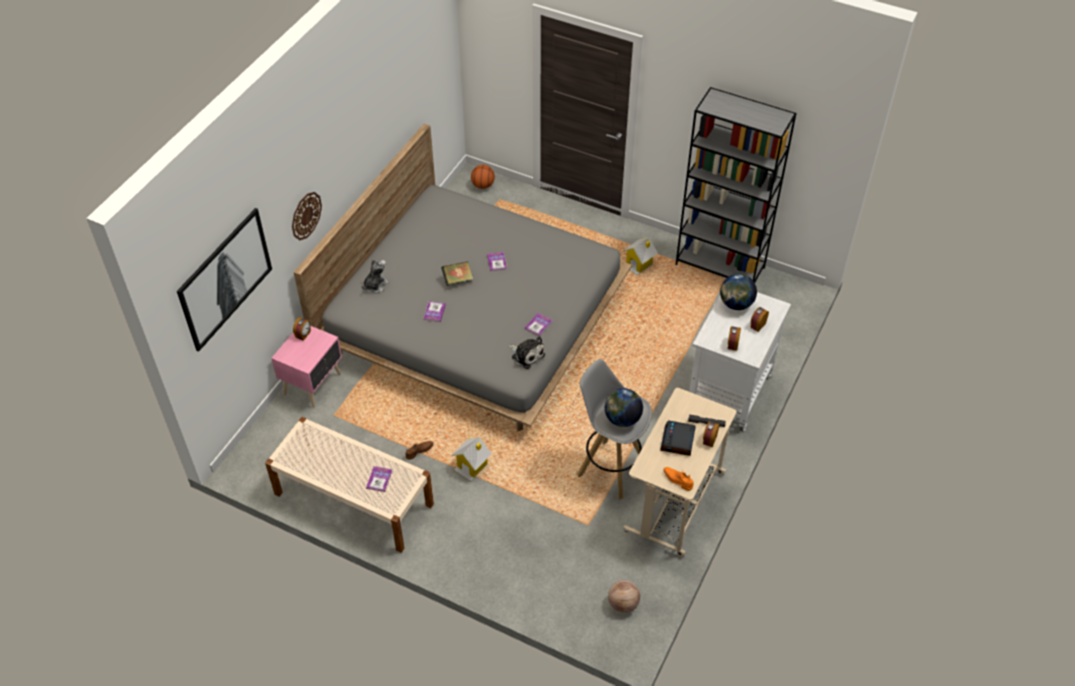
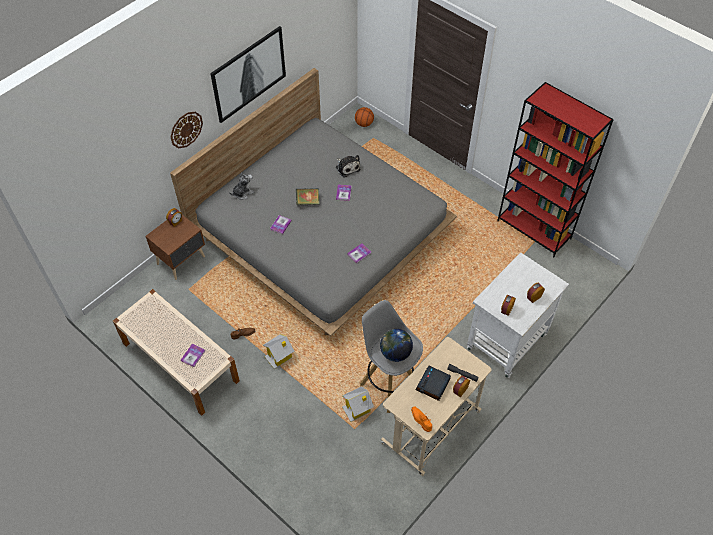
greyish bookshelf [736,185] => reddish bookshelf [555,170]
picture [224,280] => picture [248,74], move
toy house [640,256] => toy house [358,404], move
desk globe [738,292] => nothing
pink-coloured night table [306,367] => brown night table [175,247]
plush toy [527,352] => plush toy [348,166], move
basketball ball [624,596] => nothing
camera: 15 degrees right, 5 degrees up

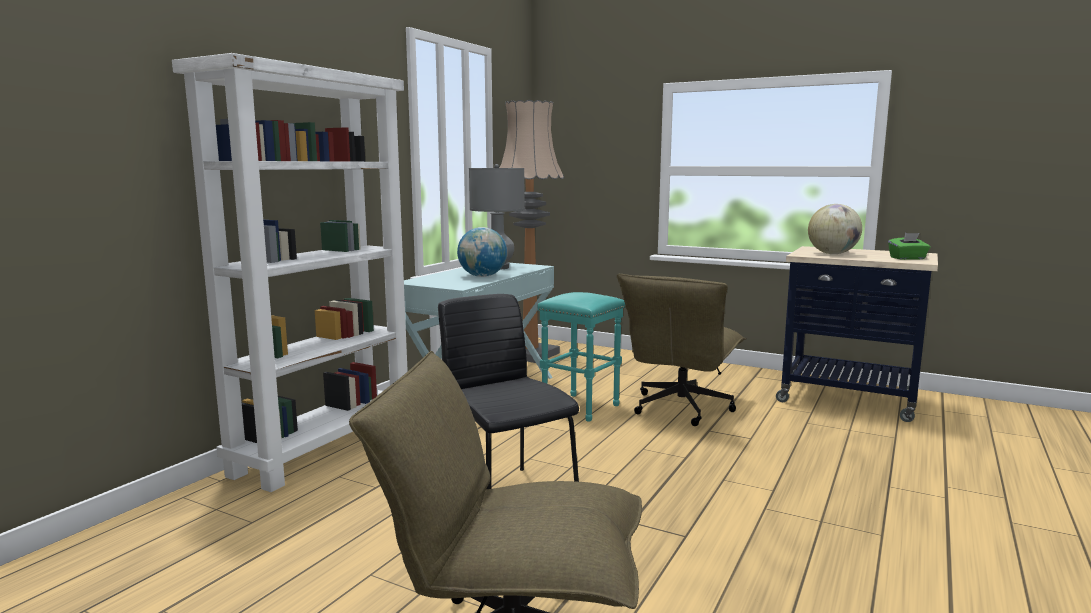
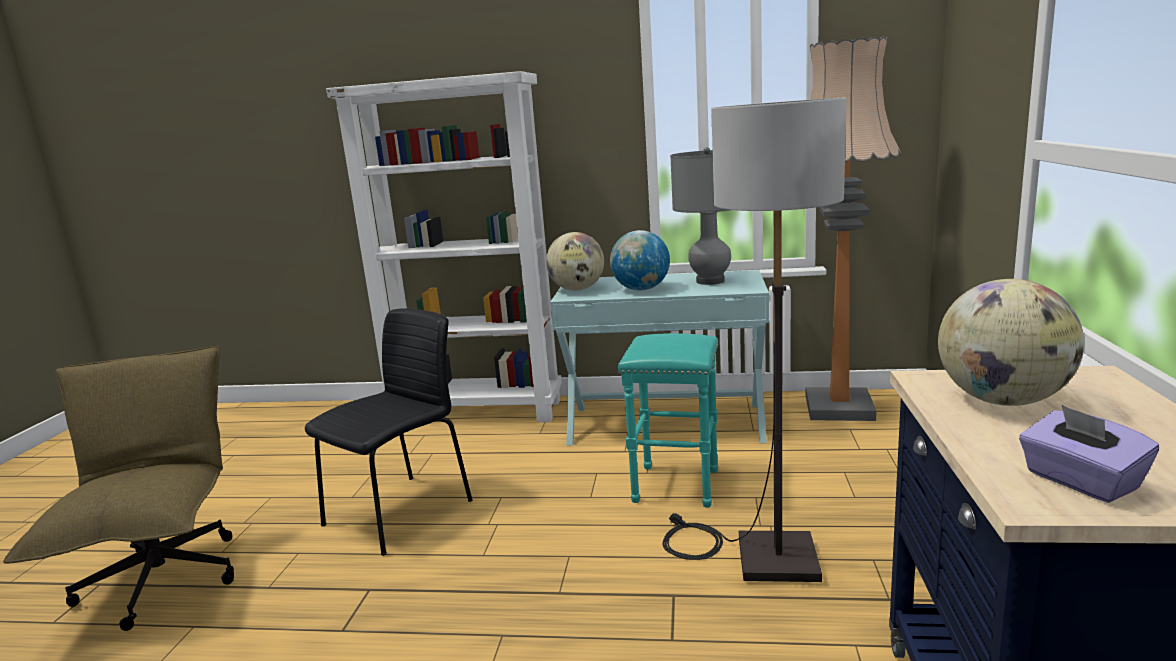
greenish tissue holder [909,246] => purple-coloured tissue holder [1089,453]
beige desk chair [682,350] => standard lamp [755,339]
nothing => desk globe [575,261]
camera: 70 degrees right, 5 degrees up

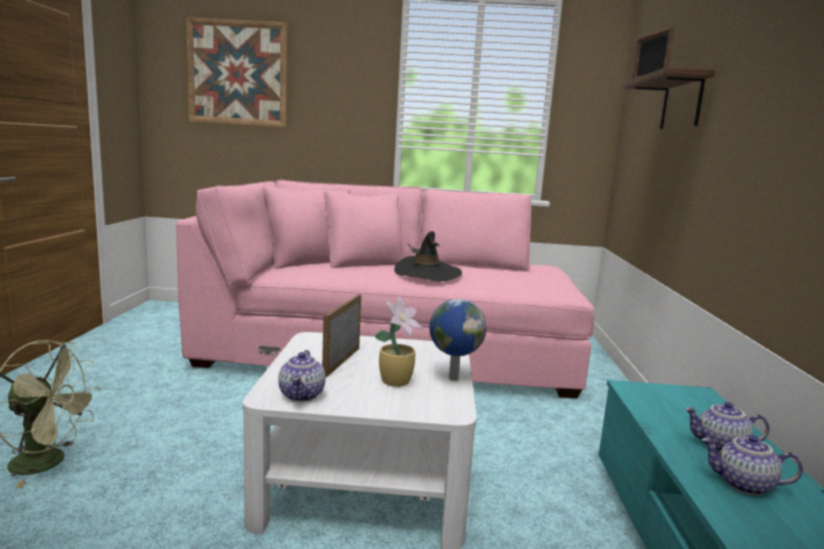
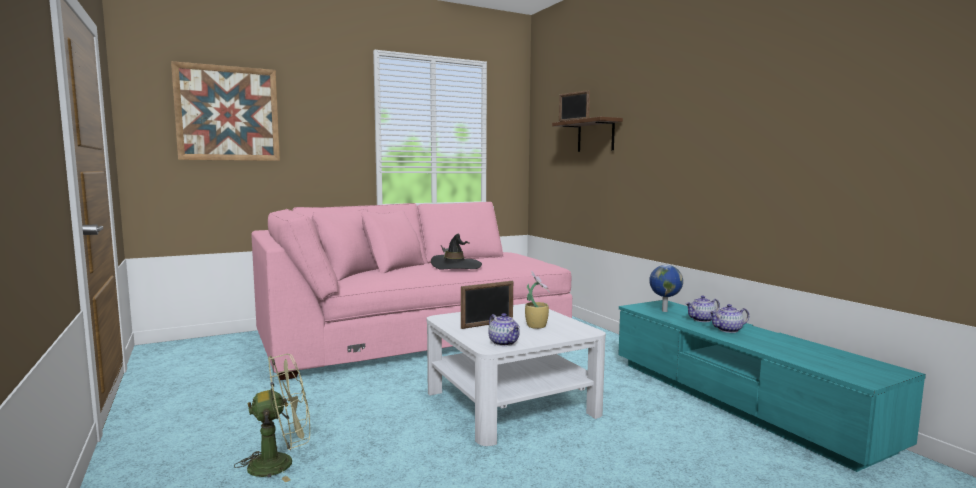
standing frame [341,335] => standing frame [487,305], 105 degrees counterclockwise
desk globe [457,340] => desk globe [666,288], move
camera: 30 degrees left, 5 degrees down

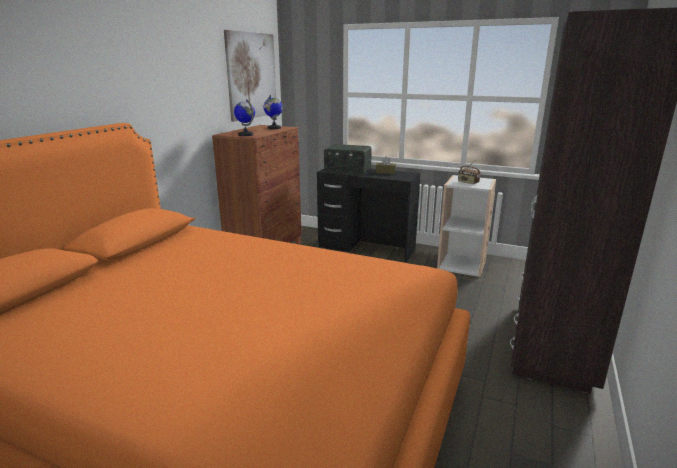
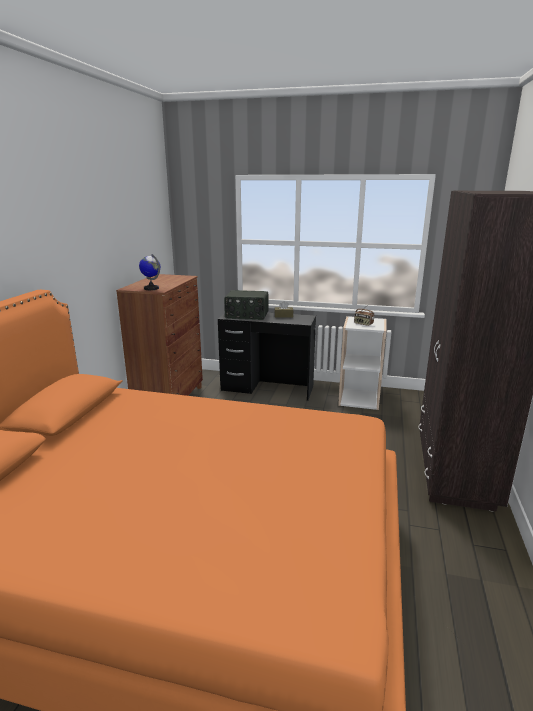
picture [250,76] => nothing
desk globe [273,112] => nothing
camera: 10 degrees left, 0 degrees up

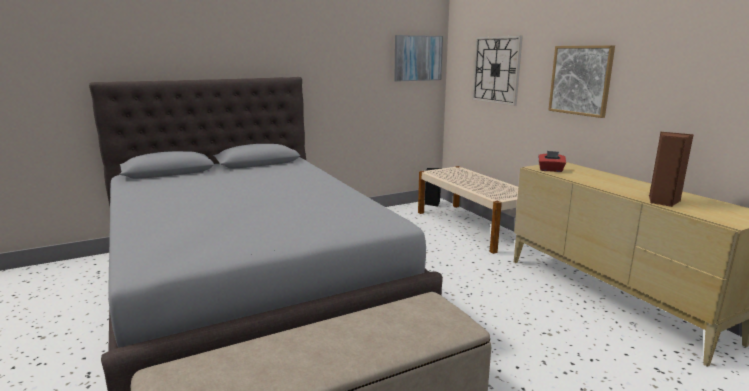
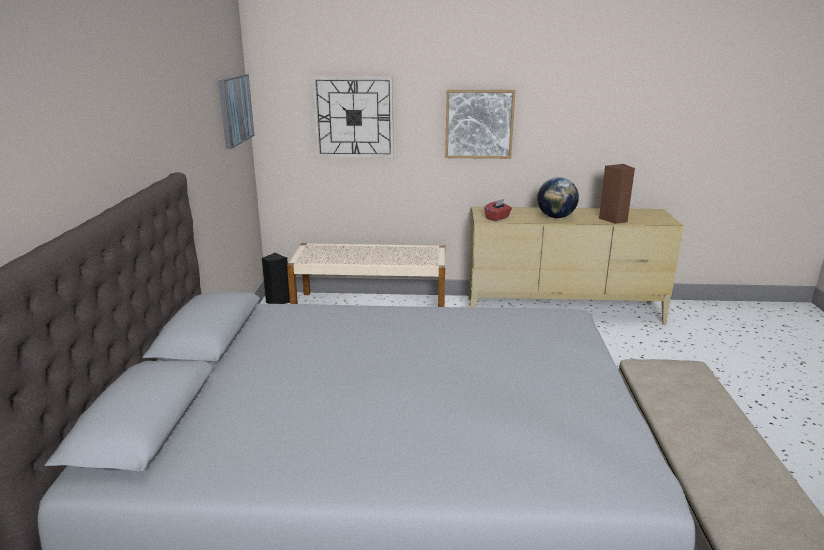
nothing => desk globe [558,197]
camera: 60 degrees left, 5 degrees up

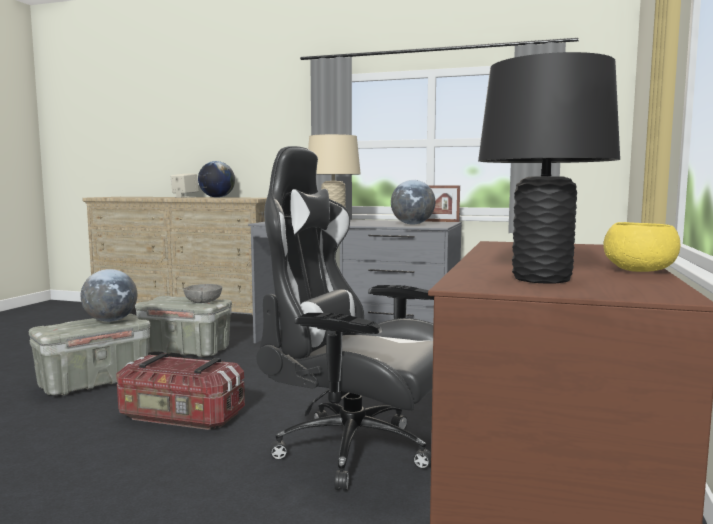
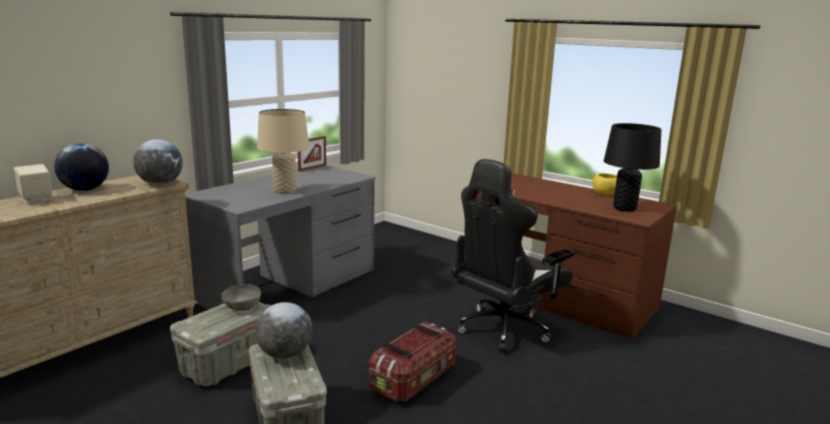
desk globe [413,202] => desk globe [158,162], move
camera: 70 degrees left, 10 degrees up

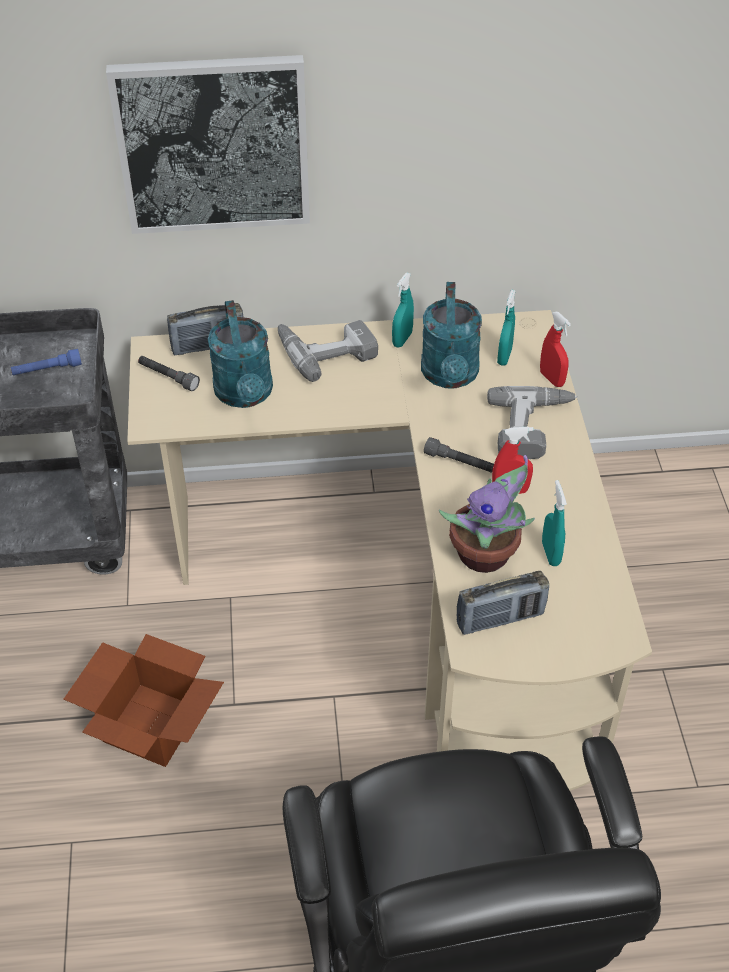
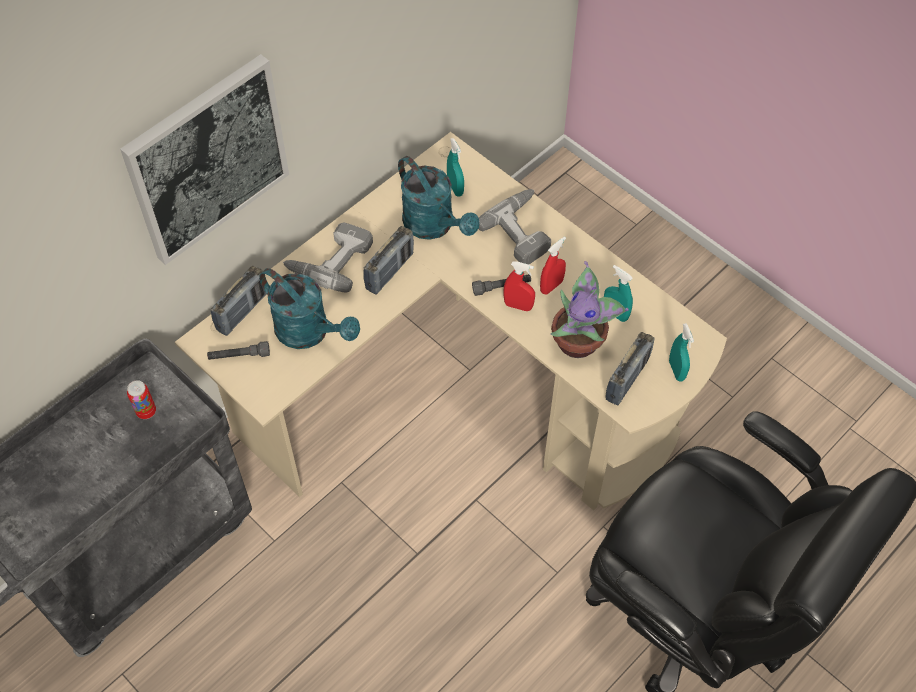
turquoise hand sprayer [403,310] => turquoise hand sprayer [681,352], move
reddish hand sprayer [555,349] => reddish hand sprayer [519,286], move
blue flashlight [46,362] => can [141,399]
carton [143,700] => nothing
nothing => radio set [388,260]
camera: 40 degrees left, 10 degrees up

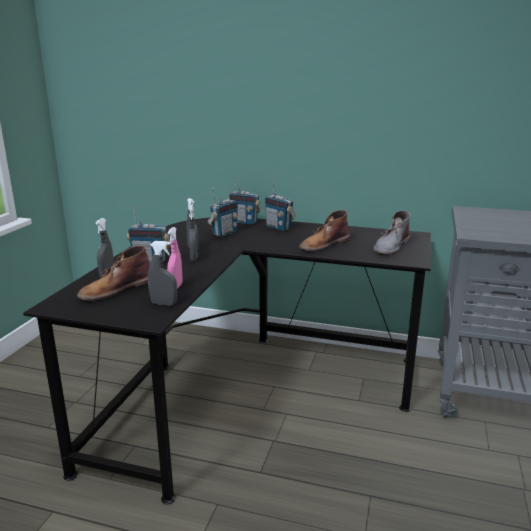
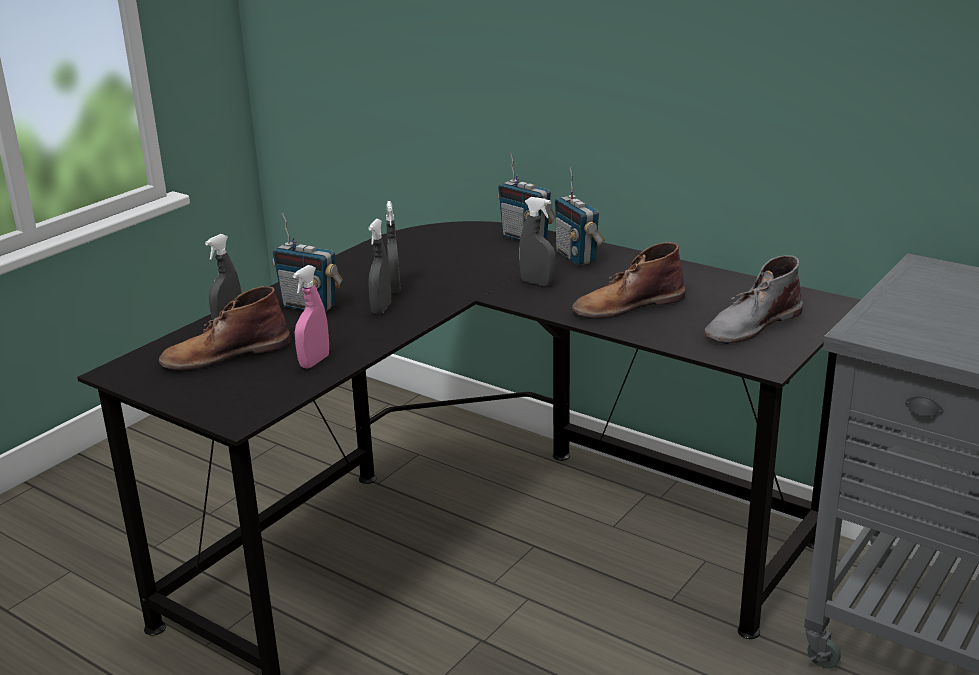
radio set [222,212] => nothing
greyish hand sprayer [162,273] => greyish hand sprayer [537,241], move
camera: 20 degrees right, 5 degrees up

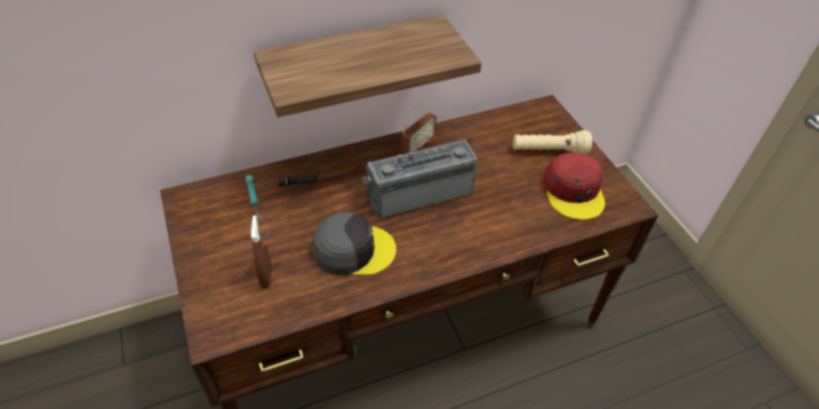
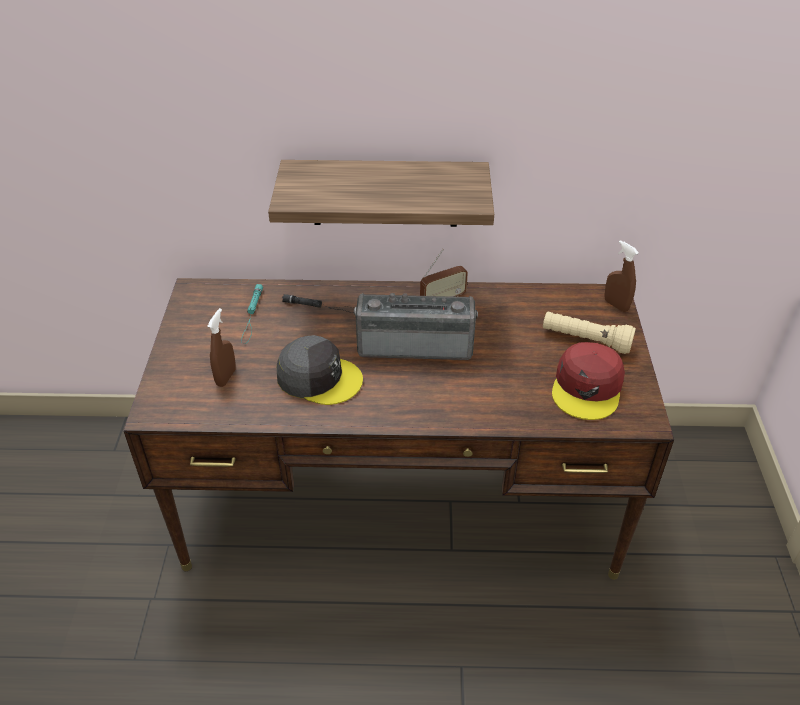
nothing => brown hand sprayer [621,276]
camera: 25 degrees right, 5 degrees down

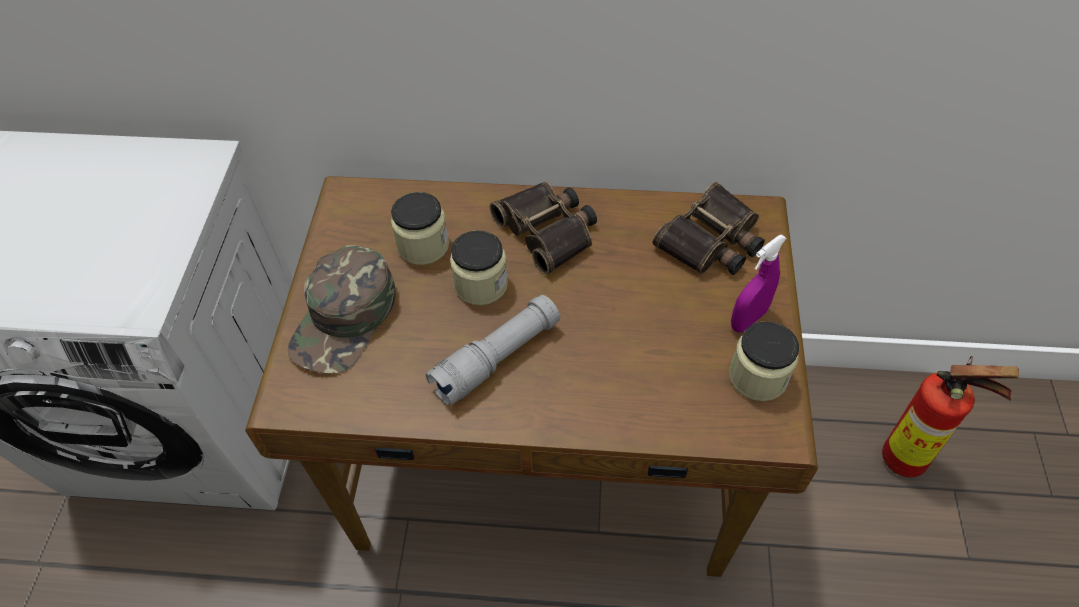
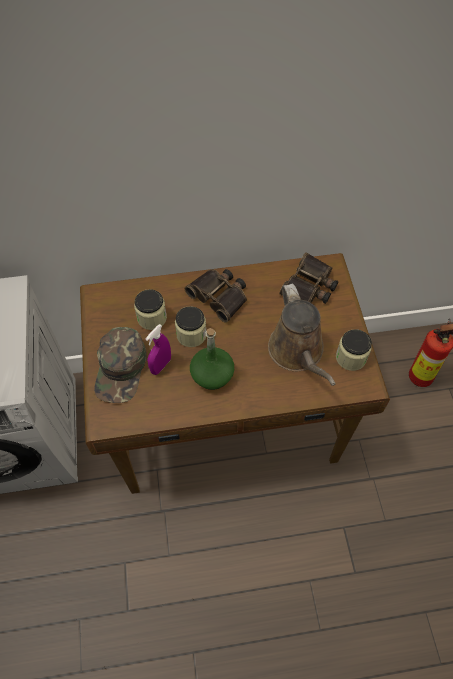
purple-coloured hand sprayer [759,283] => purple-coloured hand sprayer [158,349], move
greyish flashlight [493,350] => greenish bottle [212,359]
nothing => brown watering can [302,335]
camera: 15 degrees left, 5 degrees up

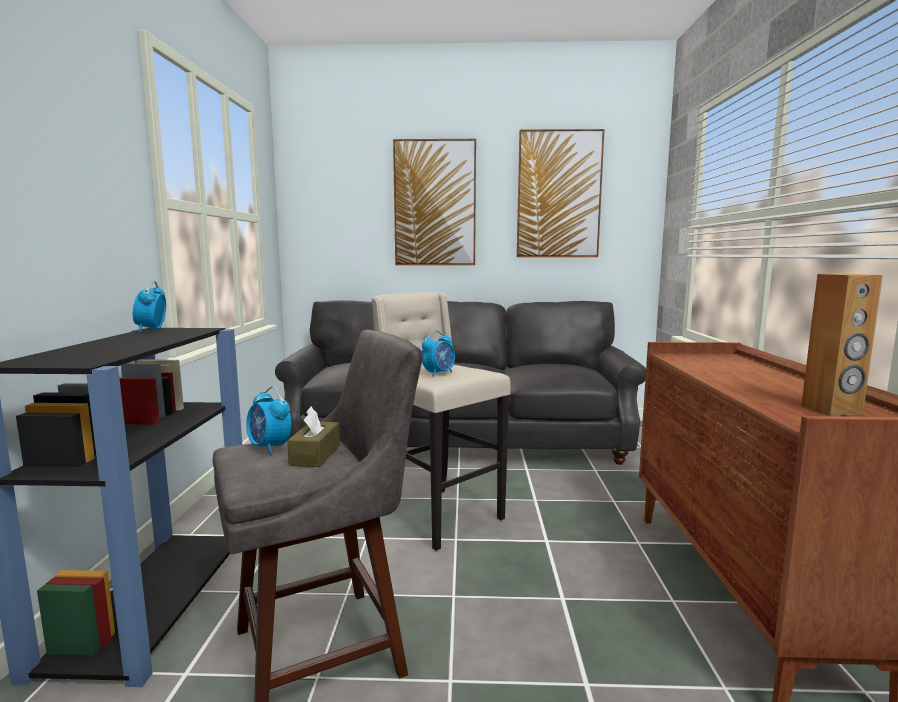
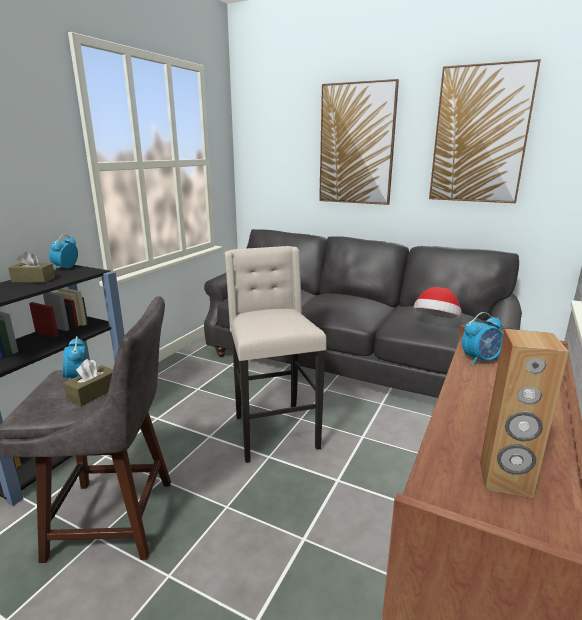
bedside clock [438,353] => bedside clock [482,338], move
nothing => brown tissue holder [31,267]
nothing => hat [437,302]
camera: 25 degrees right, 10 degrees up

